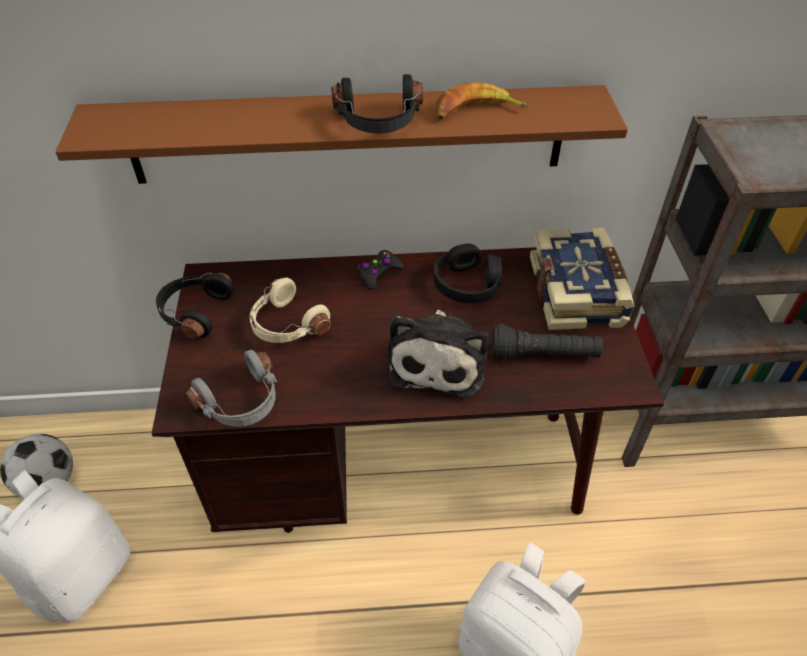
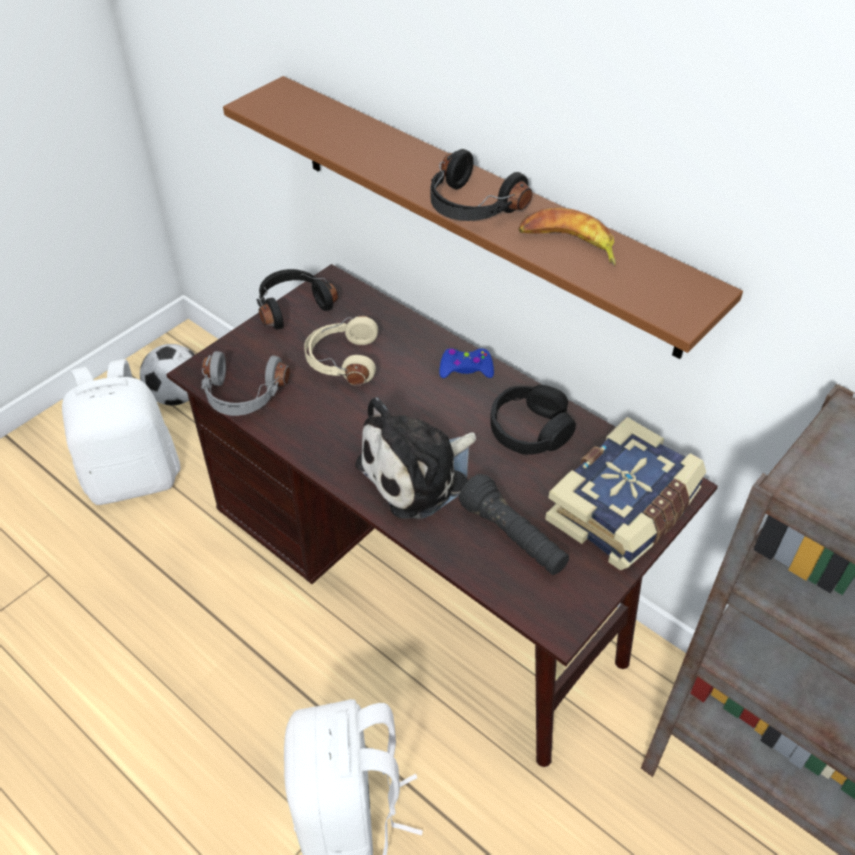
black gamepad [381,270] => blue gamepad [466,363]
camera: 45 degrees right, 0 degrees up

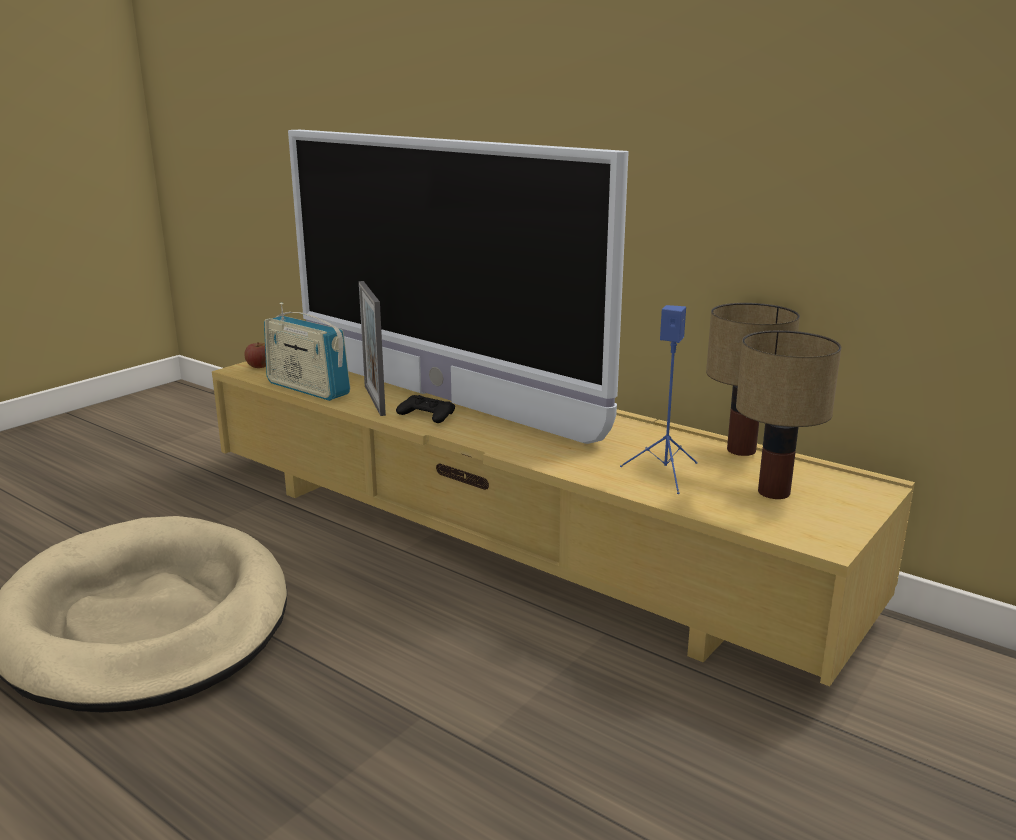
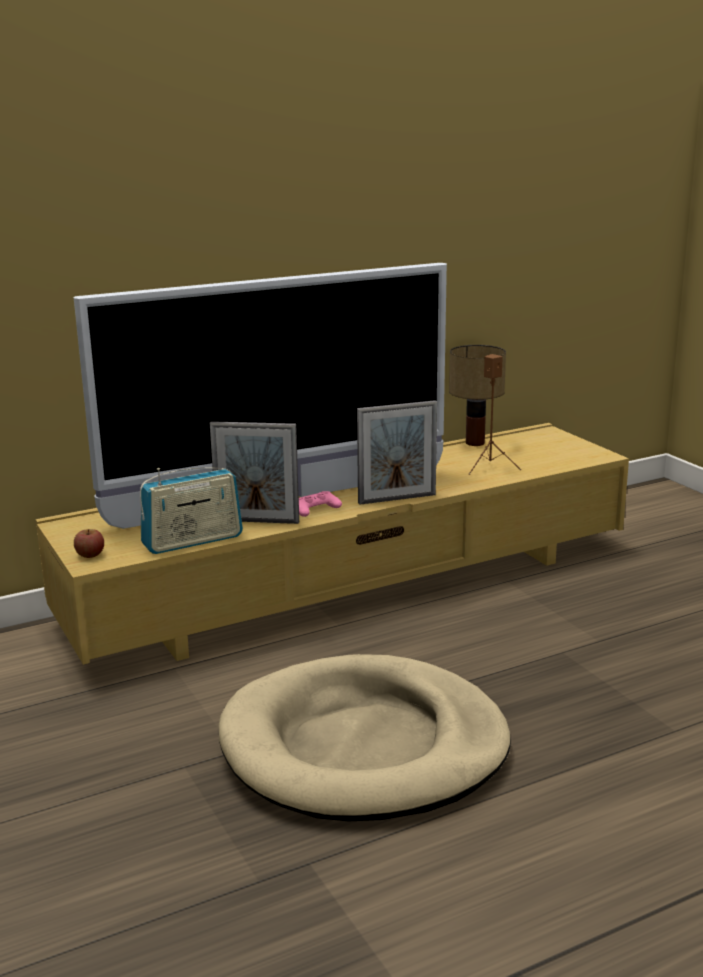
blue speaker [659,399] => brown speaker [495,414]
tabletop lamp [789,414] => nothing
black gamepad [425,409] => pink-coloured gamepad [320,504]
nothing => standing frame [397,452]
camera: 65 degrees left, 0 degrees up

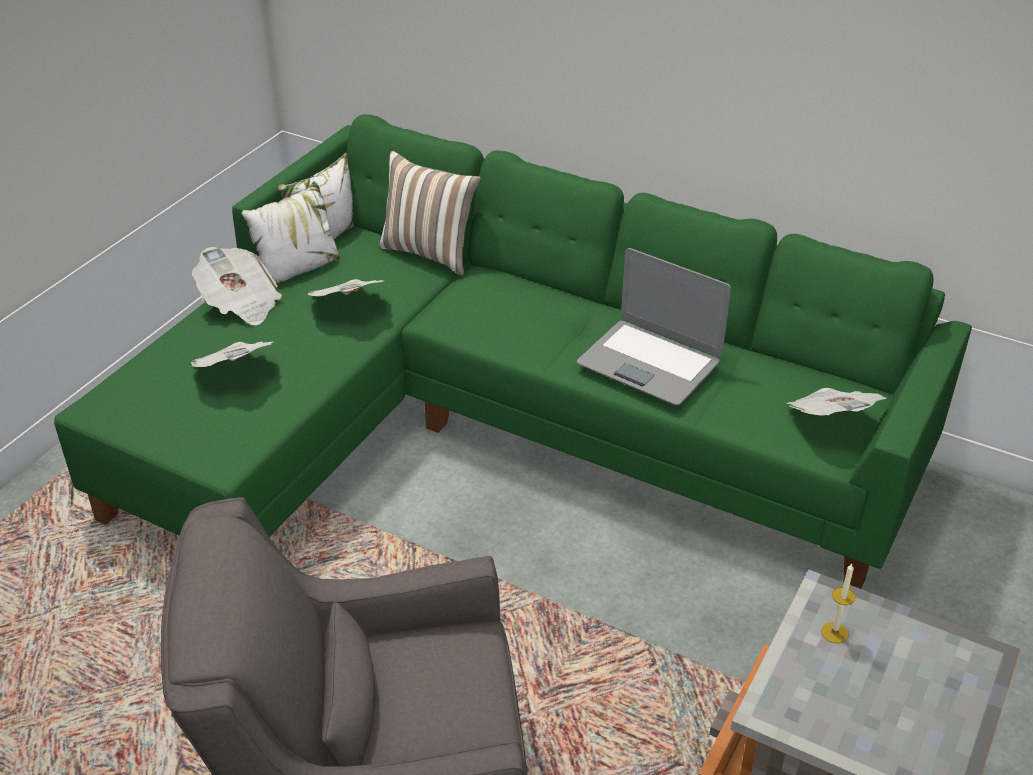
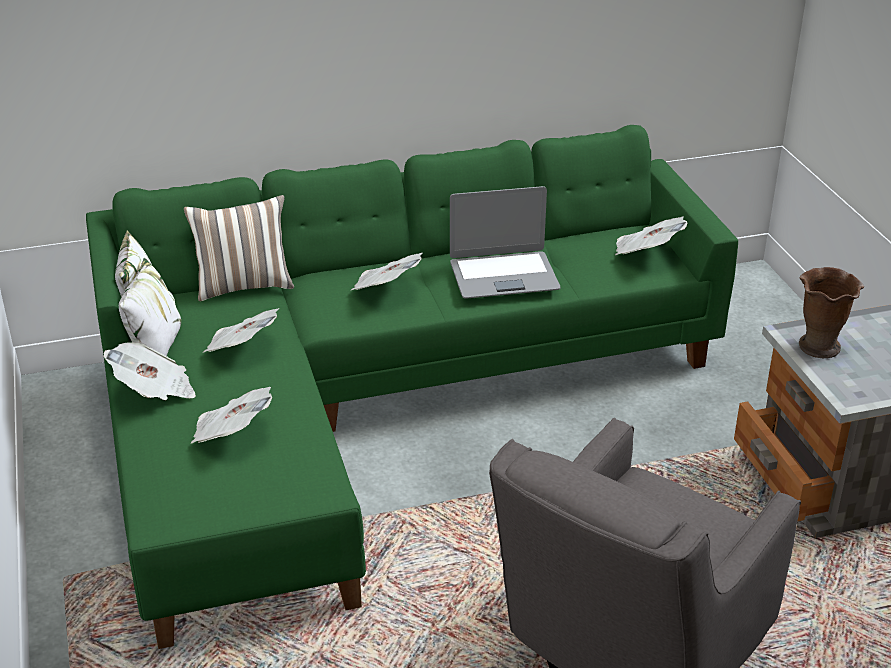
candle [838,603] => brown flower vase [831,312]
nothing => newspaper [386,272]
camera: 45 degrees left, 5 degrees down

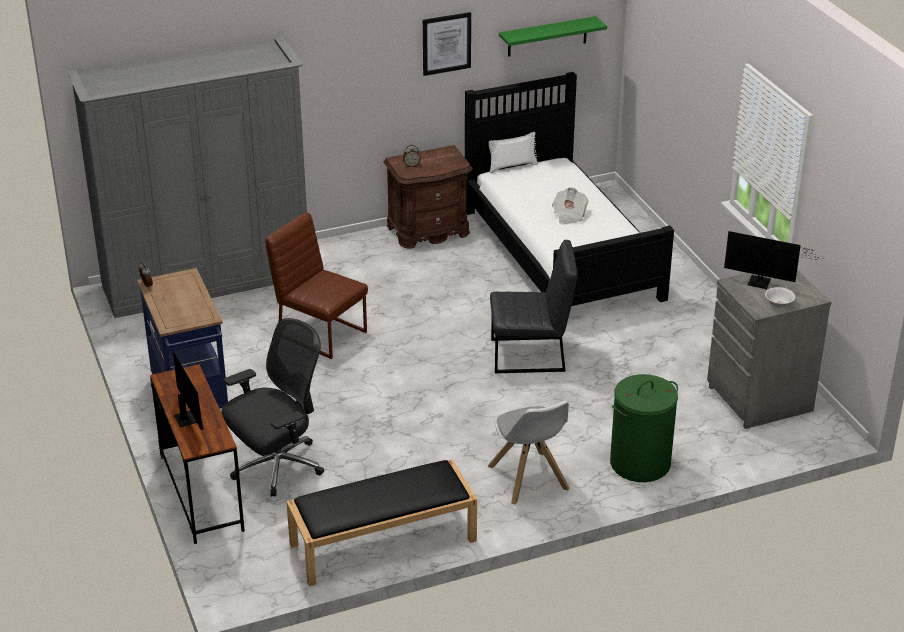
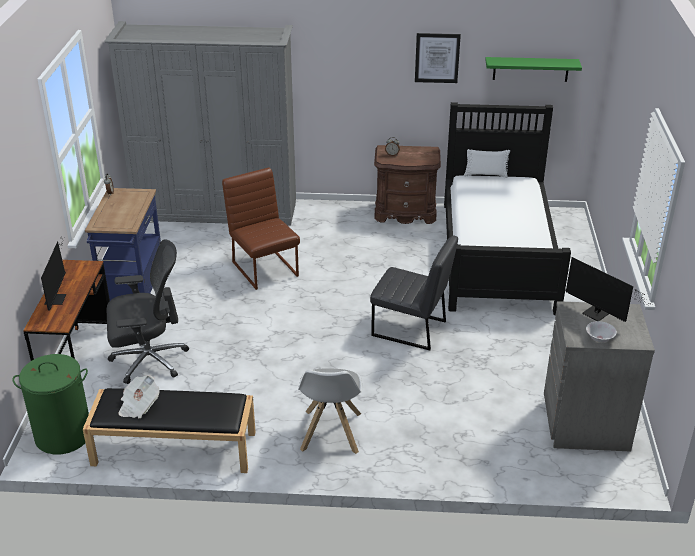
newspaper [570,206] => newspaper [138,396], move
greenish washing basket [644,428] => greenish washing basket [51,404], move
camera: 25 degrees right, 0 degrees up

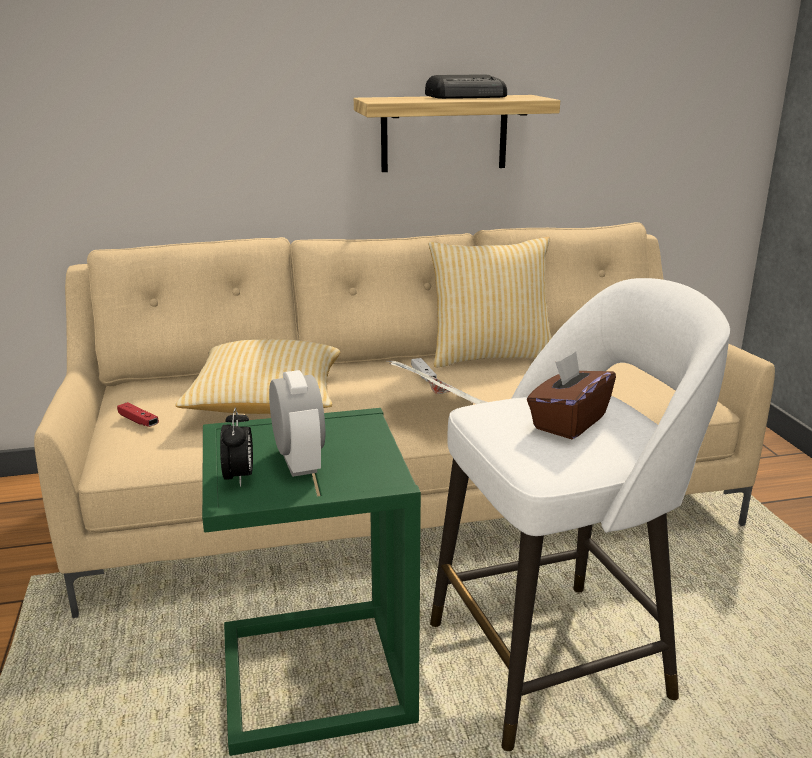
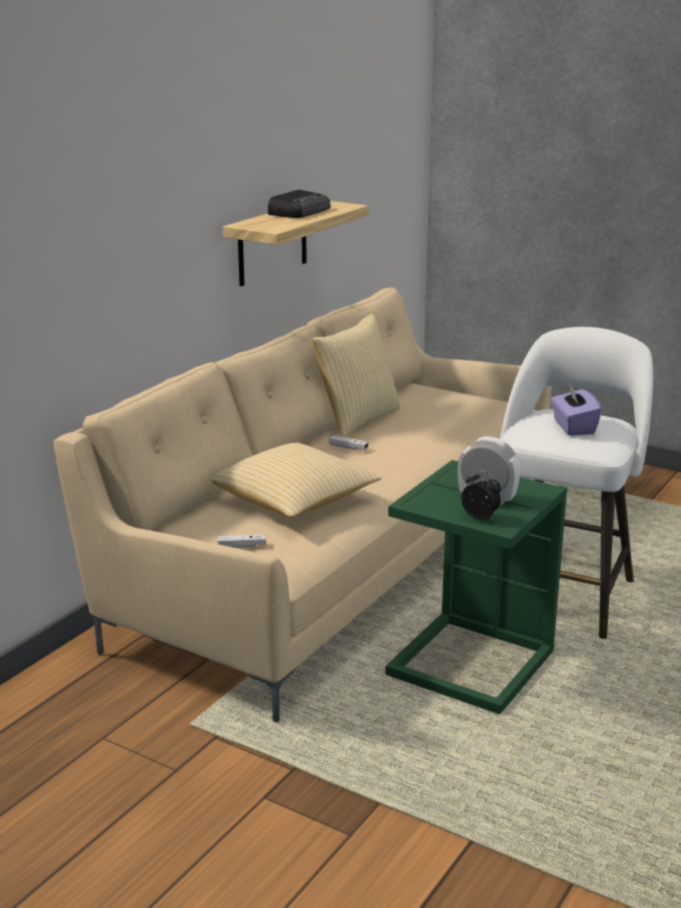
brown tissue holder [571,395] => purple-coloured tissue holder [576,408]
newspaper [436,382] => nothing
reddish gamepad [138,414] => white gamepad [242,541]
camera: 45 degrees left, 0 degrees up

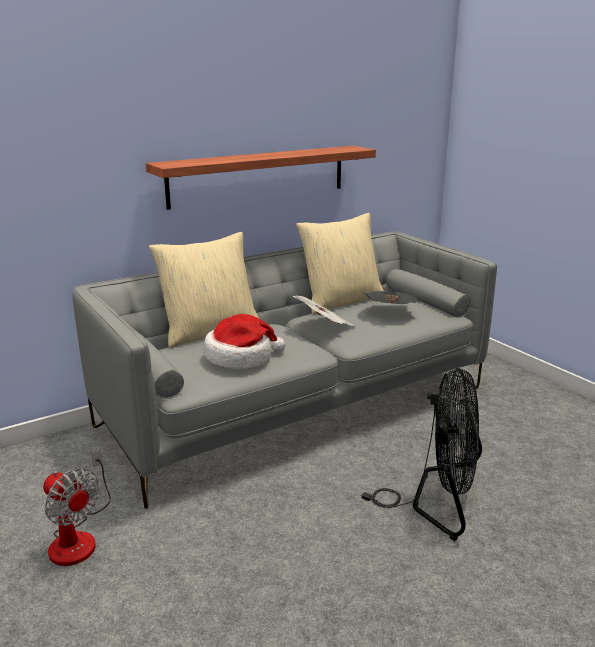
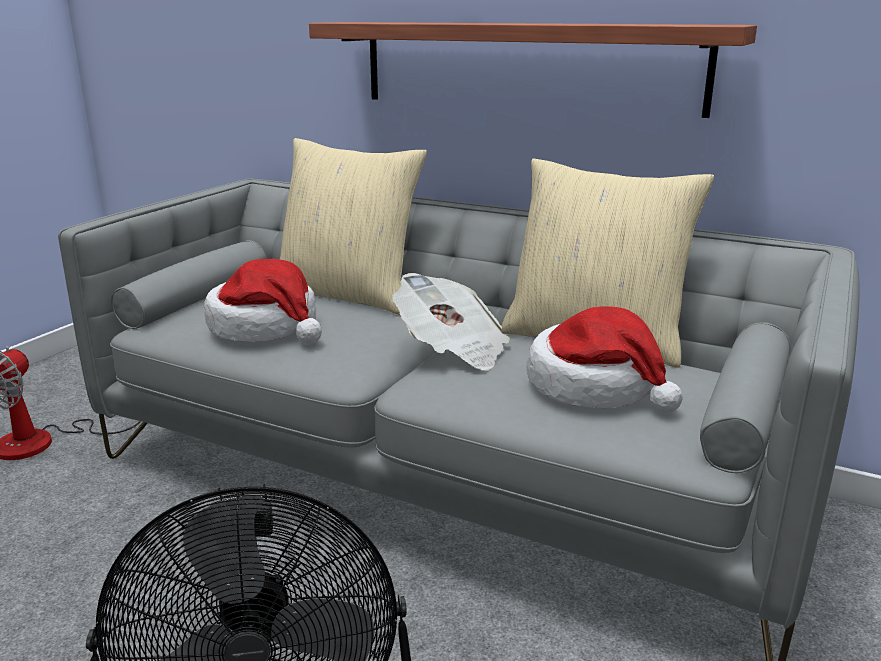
newspaper [391,297] => hat [604,359]
camera: 60 degrees right, 0 degrees up

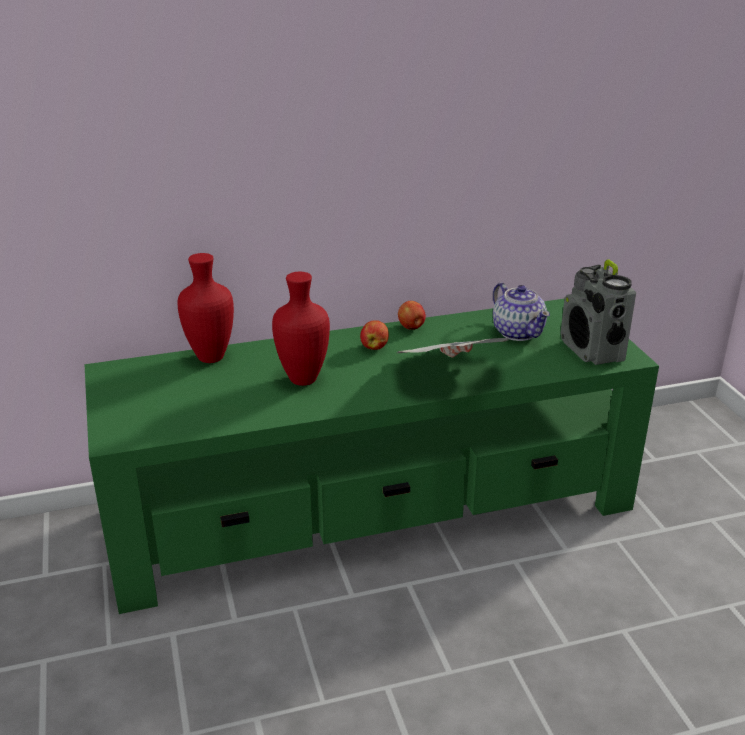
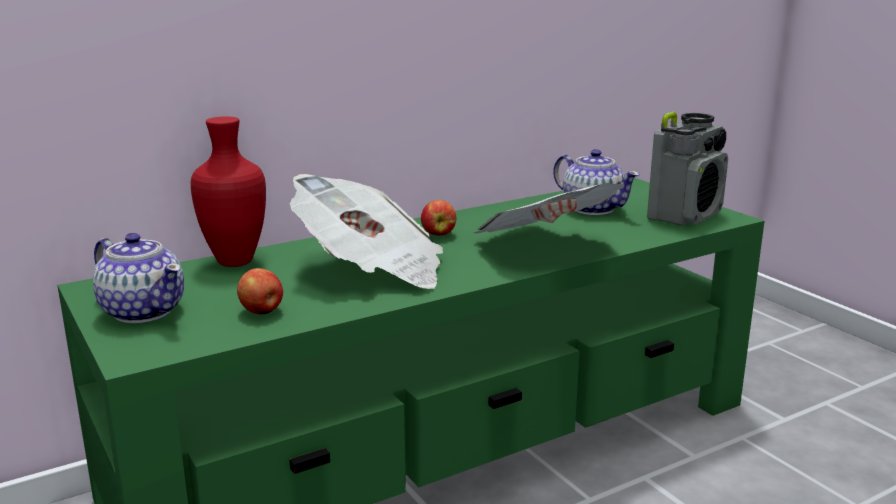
radio set [598,312] => radio set [687,169], 105 degrees counterclockwise
reddish flower vase [301,329] => newspaper [366,231]
apple fruit [412,315] => apple fruit [260,291], move
nothing => tea pot [138,278]
camera: 15 degrees left, 10 degrees down

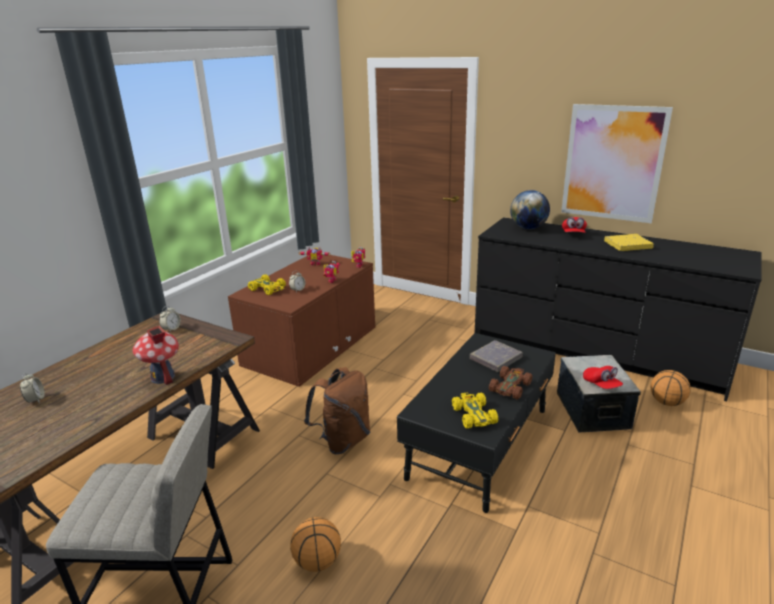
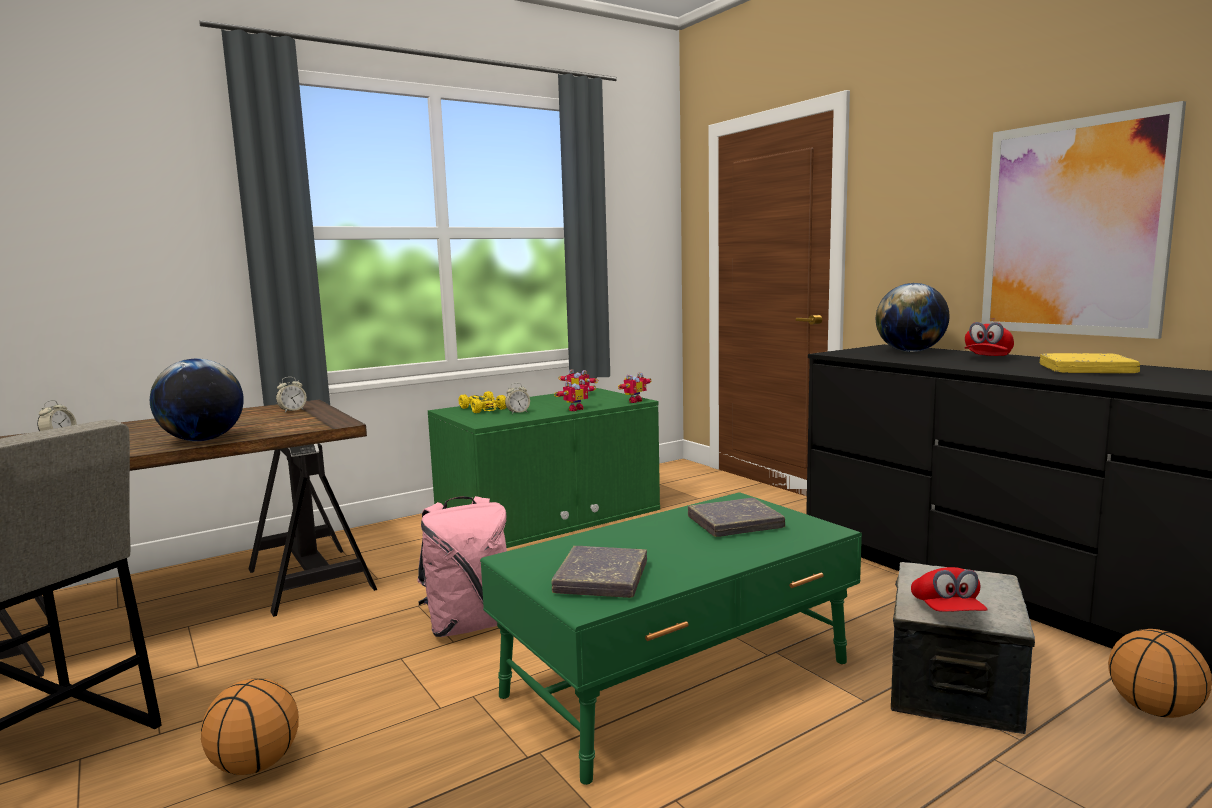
brown cabinet [301,321] => greenish cabinet [544,468]
toy house [156,355] => desk globe [197,400]
black low table [476,423] => greenish low table [671,638]
brown miniature car [510,382] => nothing
brown rucksack [337,410] => pink-coloured rucksack [462,566]
yellow-coloured miniature car [475,410] => greyish bound book [599,572]
camera: 25 degrees right, 15 degrees down

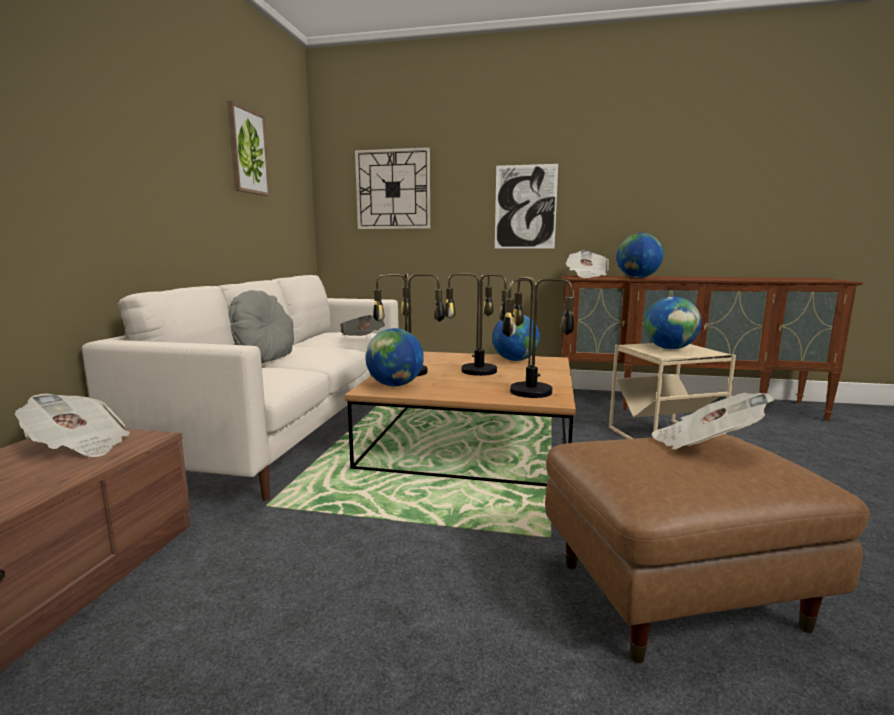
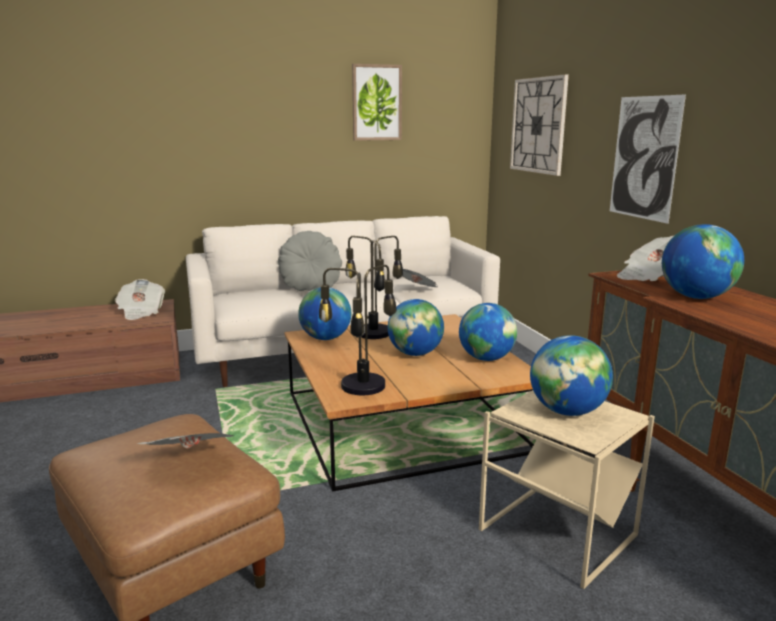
tabletop lamp [477,324] => desk globe [416,327]
camera: 60 degrees right, 5 degrees up

